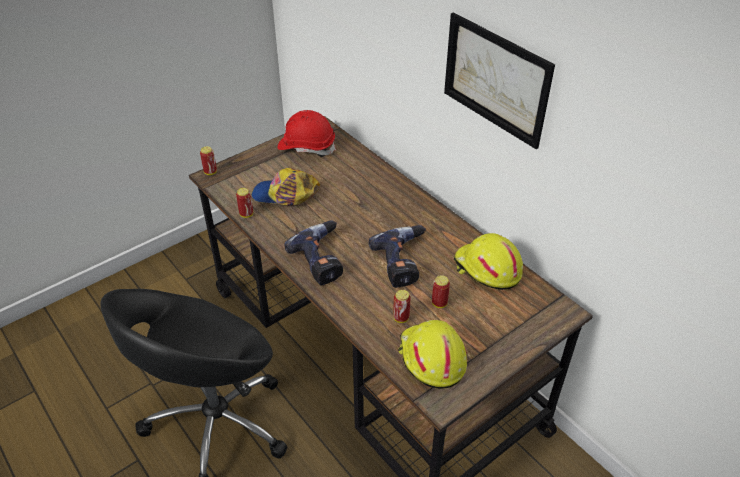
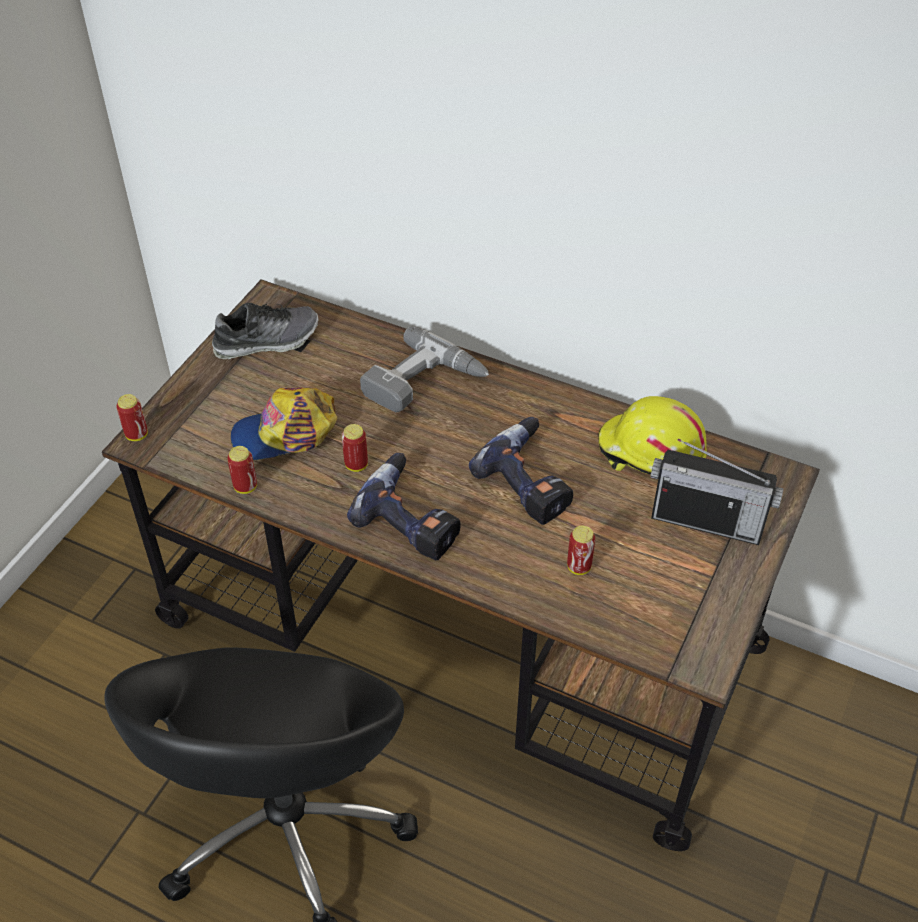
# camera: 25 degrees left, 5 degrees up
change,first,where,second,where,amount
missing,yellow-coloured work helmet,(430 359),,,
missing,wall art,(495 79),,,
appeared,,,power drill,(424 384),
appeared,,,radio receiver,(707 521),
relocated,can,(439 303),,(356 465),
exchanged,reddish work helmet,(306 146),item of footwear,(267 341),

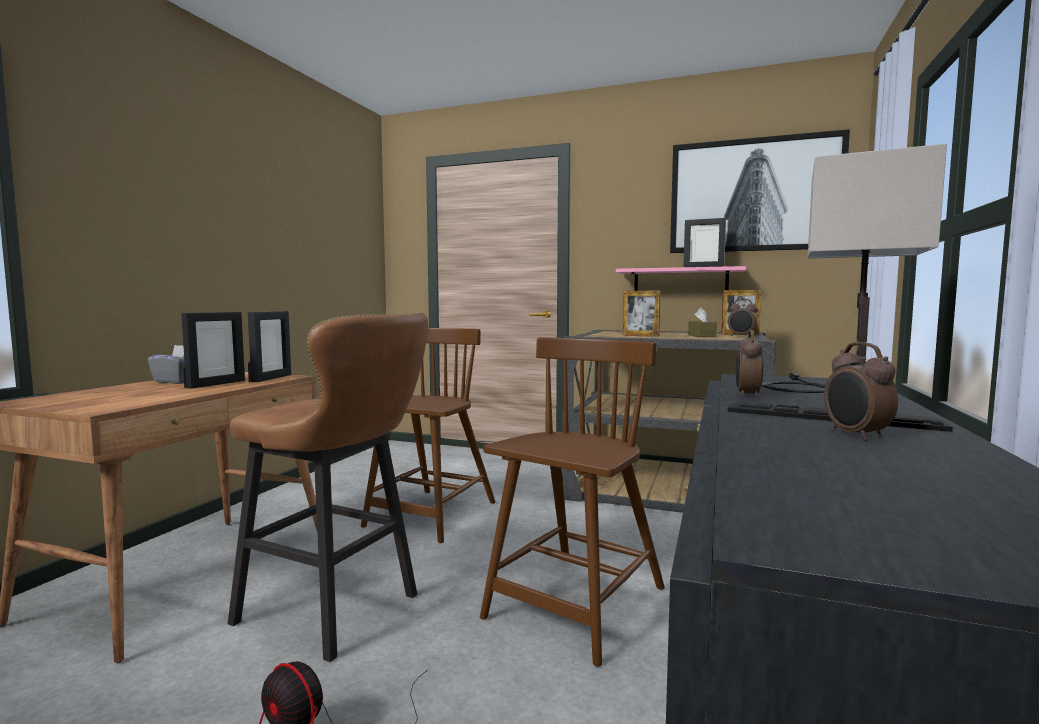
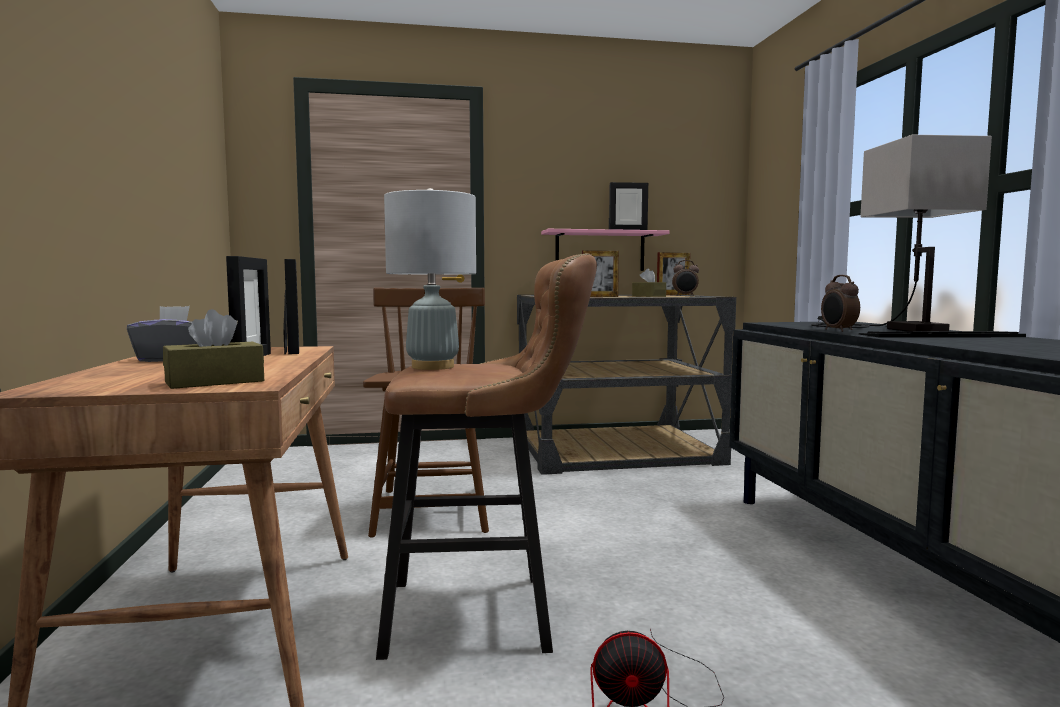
# camera: 30 degrees left, 0 degrees up
change,first,where,second,where,amount
missing,brownish plain chair,(575 605),,,
missing,wall art,(754 195),,,
missing,bedside clock,(855 435),,,
appeared,,,brownish tissue holder,(215 382),
appeared,,,greyish table lamp,(433 367),

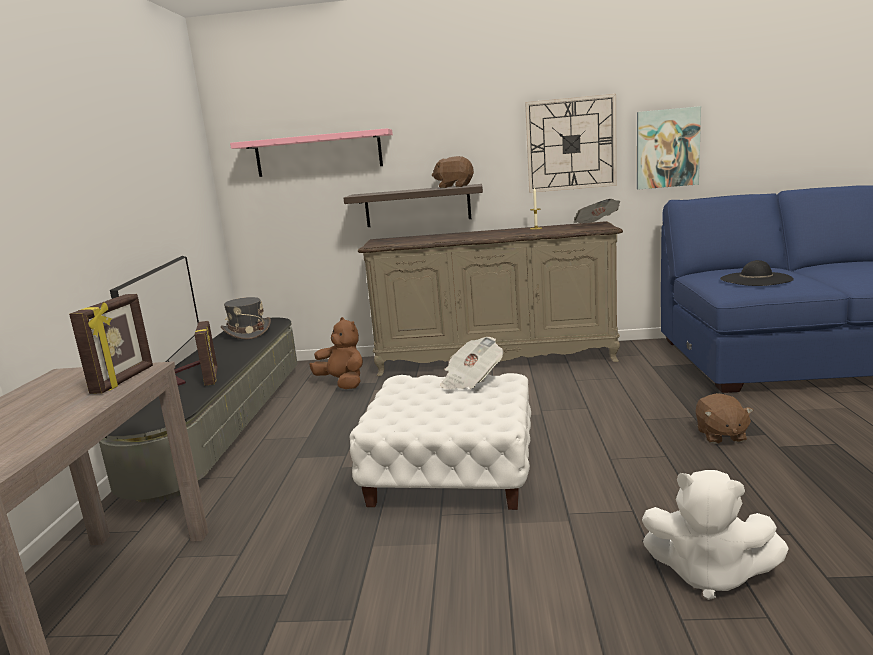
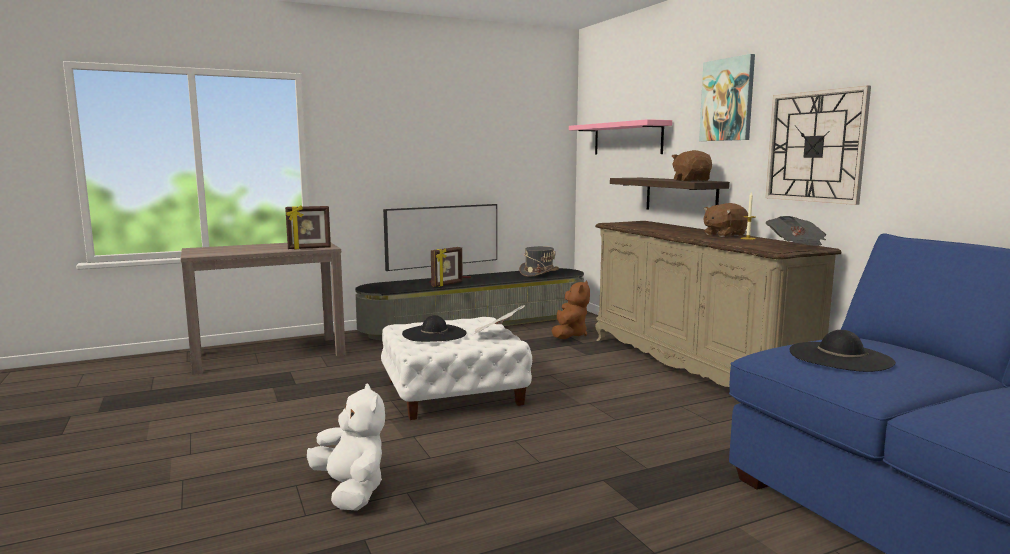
# camera: 60 degrees right, 5 degrees down
change,first,where,second,where,amount
appeared,,,black-coloured hat,(434 333),
relocated,wall art,(667 148),,(727 100),
relocated,brownish soft toy,(720 435),,(724 235),
spun,white soft toy,(708 574),,(351 491),150 degrees clockwise

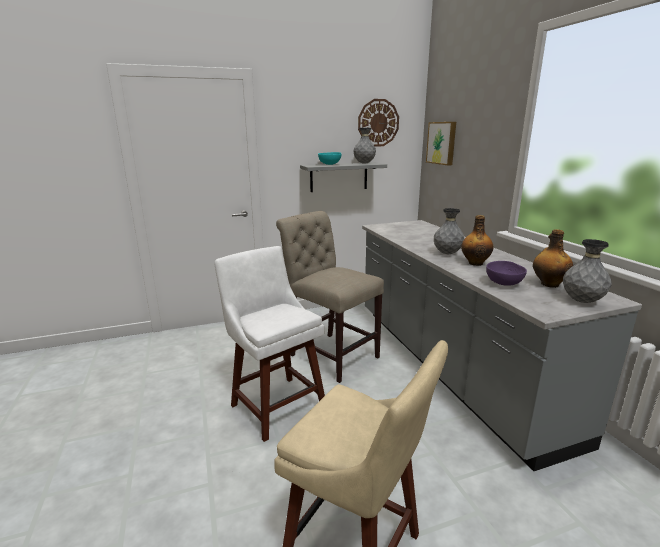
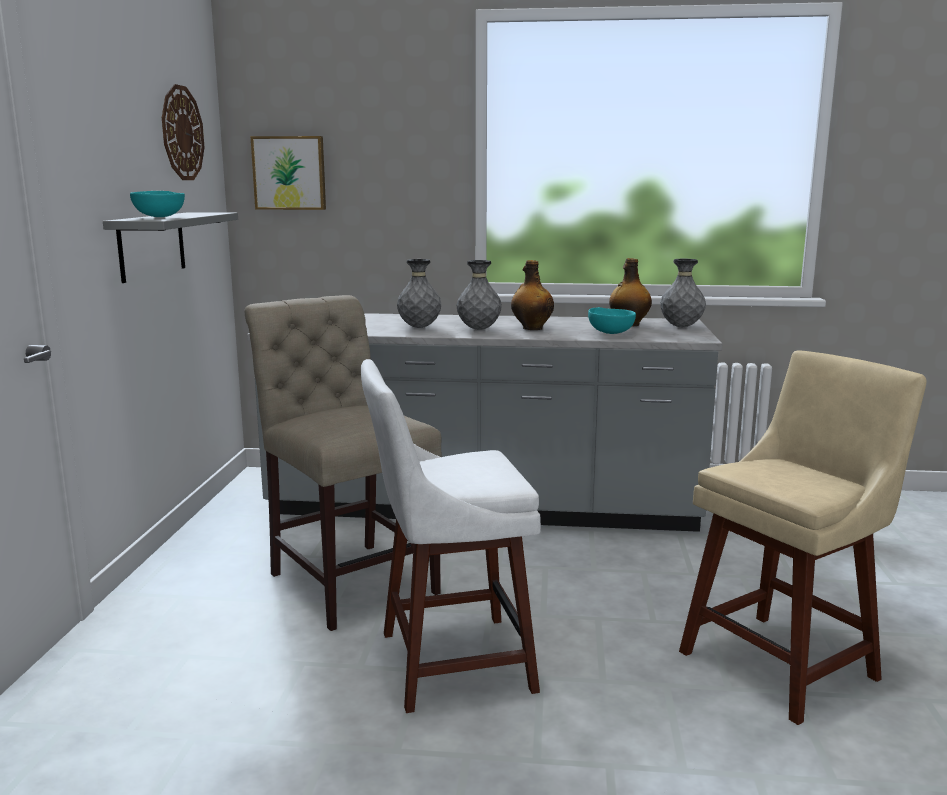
# camera: 65 degrees left, 5 degrees down
change,first,where,second,where,amount
relocated,greyish vase,(364 163),,(419 327),
colour,purplish bowl,(504 283),turquoise bowl,(610 333),
spun,beige-coloured plain chair,(330 354),,(349 579),75 degrees clockwise

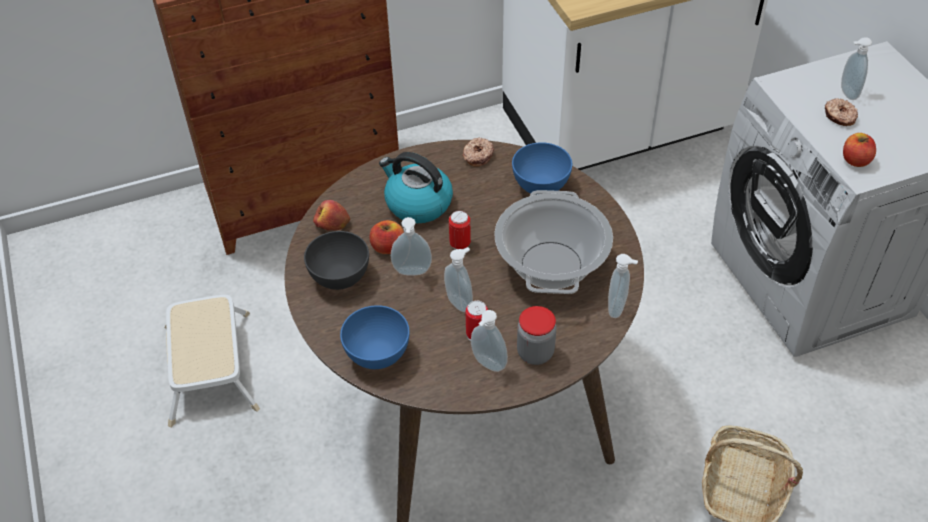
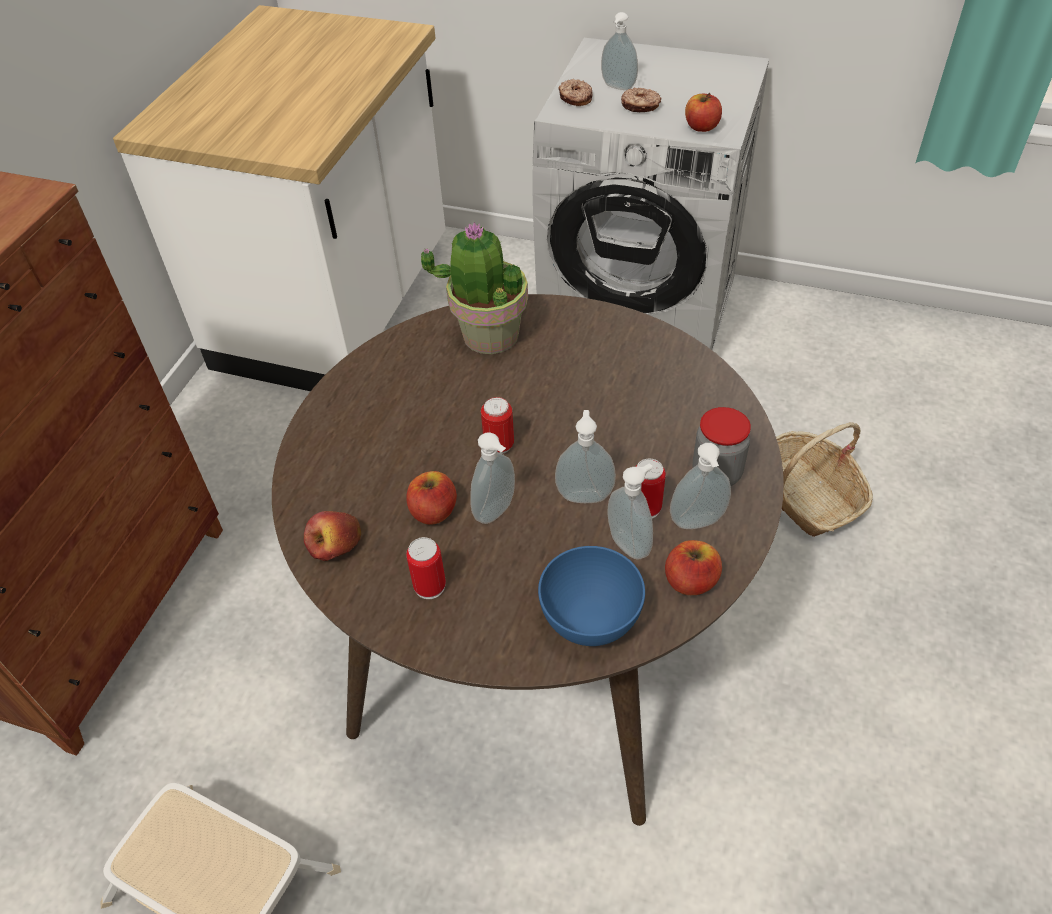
# camera: 50 degrees left, 0 degrees up
change,first,where,second,where,amount
missing,water kettle,(417 203),,,
missing,saucepot,(551 266),,,
appeared,,,apple,(690 581),
relocated,doughnut,(477 156),,(575 98),
relocated,soap bottle,(618 308),,(630 543),
exchanged,greyish bowl,(339 276),can,(429 586),
exchanged,bluish bowl,(541 186),potted plant,(489 334),

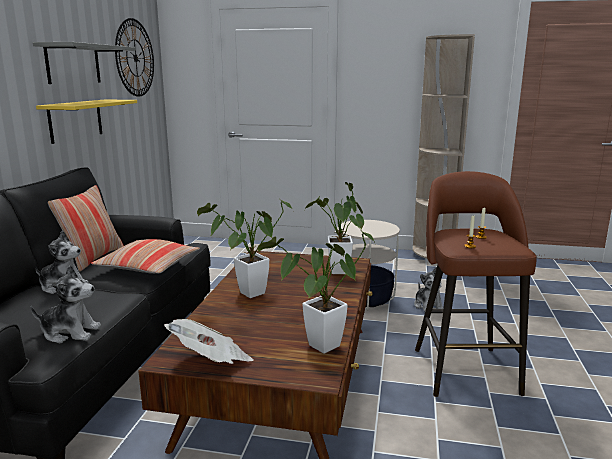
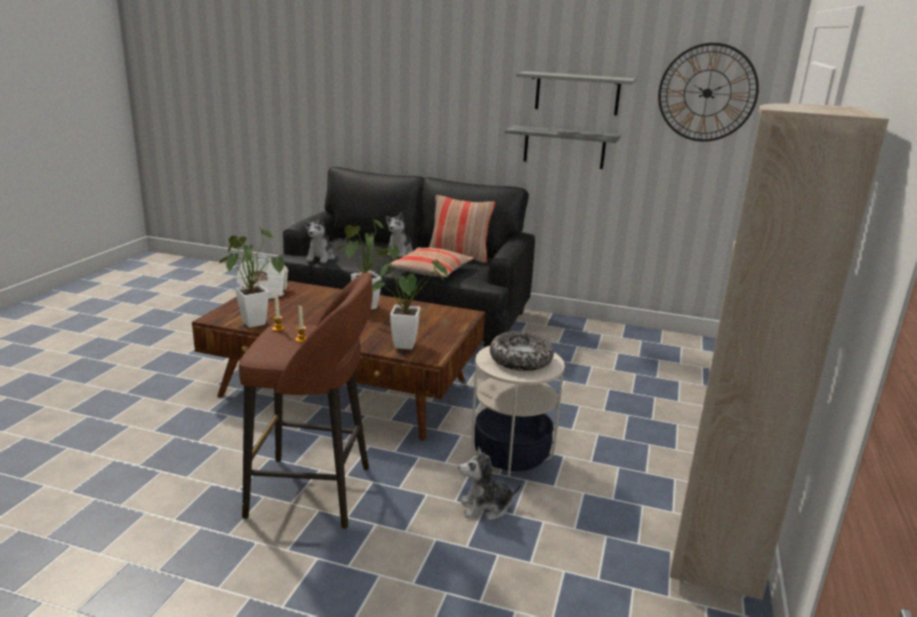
# camera: 95 degrees right, 5 degrees up
change,first,where,second,where,amount
appeared,,,bowl,(520 360),
colour,yellow-coloured shelf,(75 120),greyish shelf,(564 147),

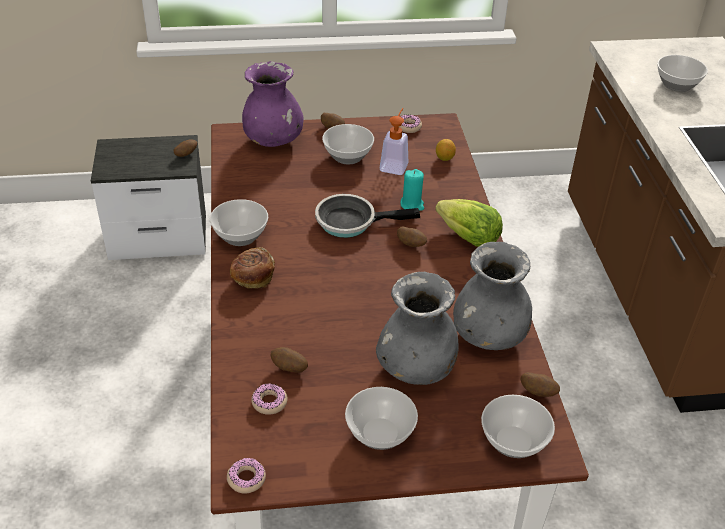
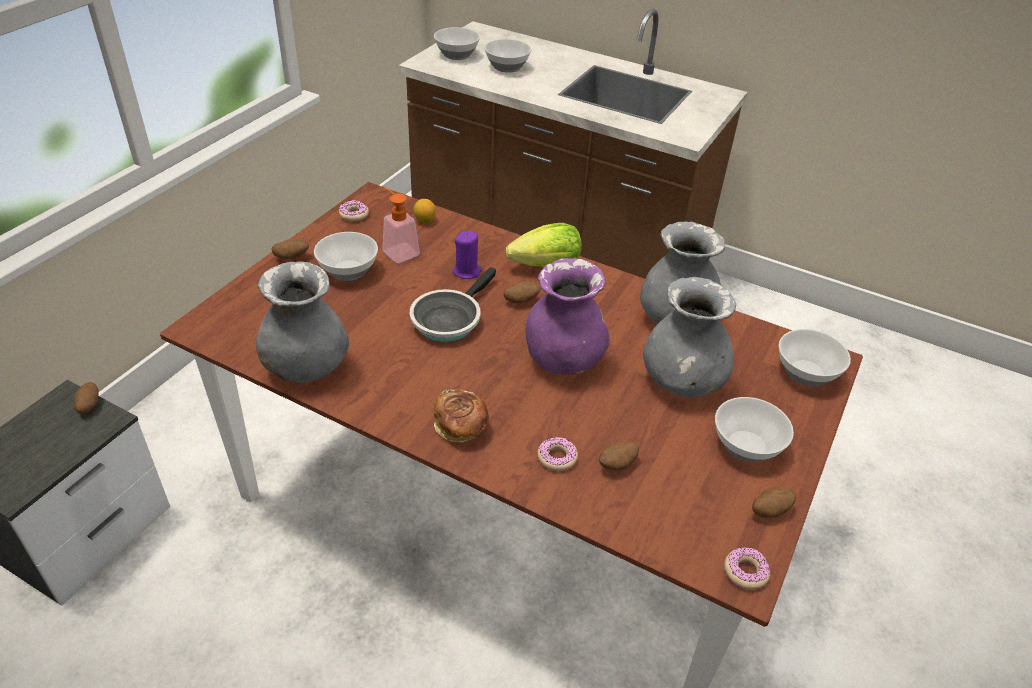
# camera: 55 degrees left, 0 degrees up
change,first,where,second,where,amount
appeared,,,greyish vase,(306 367),
relocated,bowl,(240 235),,(456 54),
relocated,purplish vase,(273 140),,(563 360),
relocated,doughnut,(269 402),,(557 457),
relocated,potato,(538 392),,(769 511),
colour,turquoise wax light,(412 205),purplish wax light,(467 271),

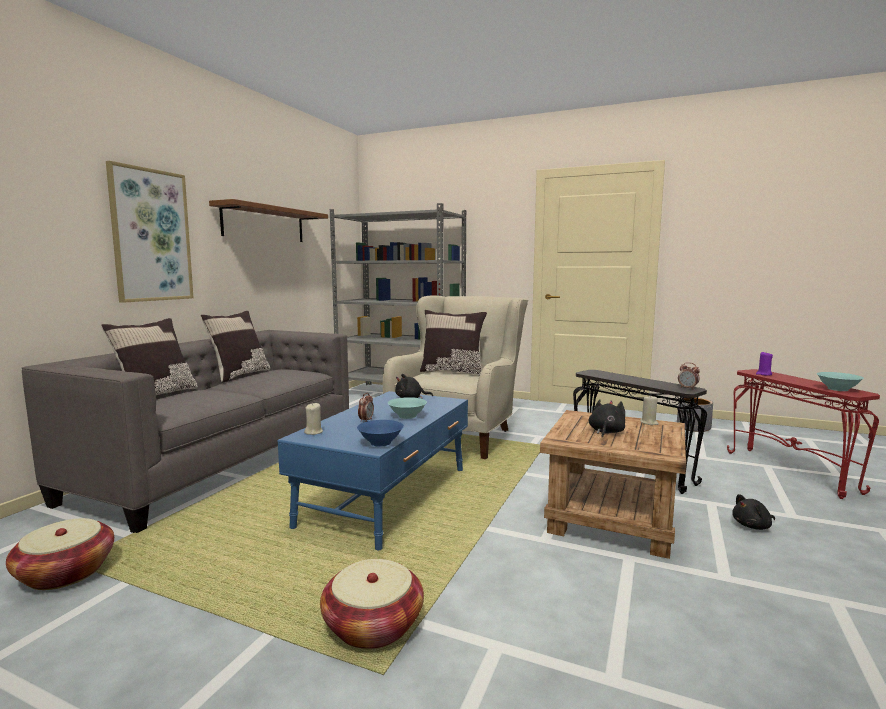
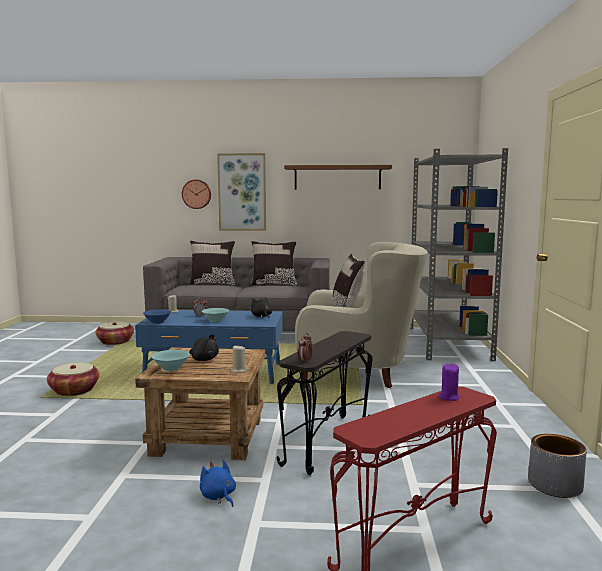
# camera: 70 degrees right, 0 degrees up
change,first,where,second,where,amount
appeared,,,clock on the wall,(196 194),
relocated,turquoise bowl,(837 389),,(171 368),
colour,black-coloured soft toy,(753 526),bluish soft toy,(218 496),

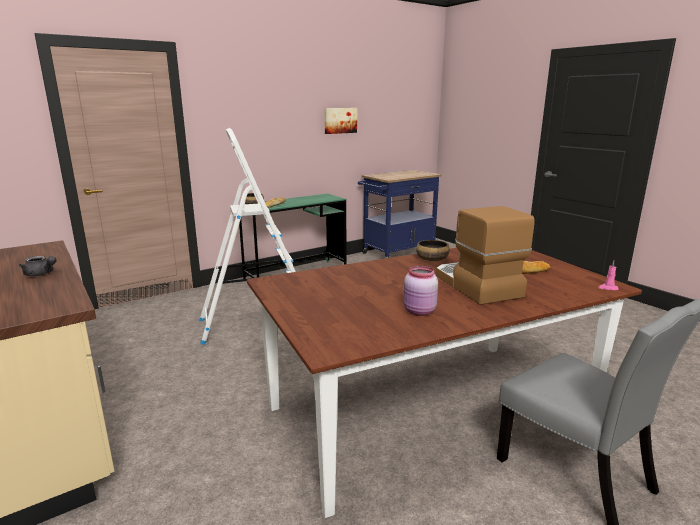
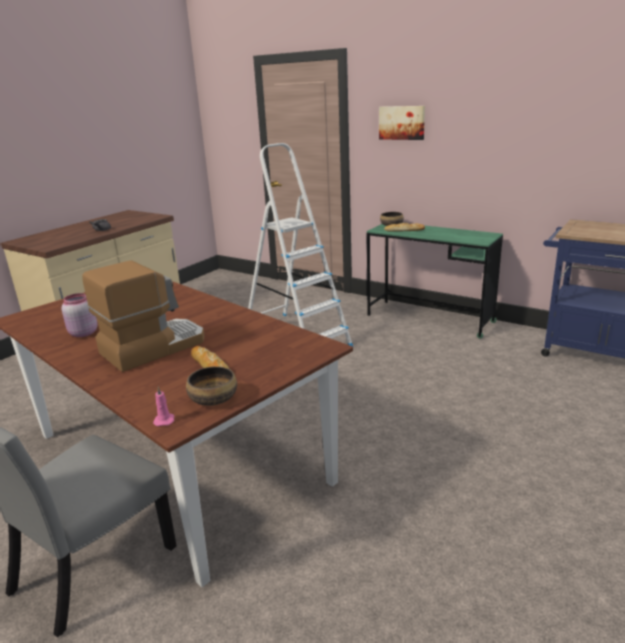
# camera: 70 degrees right, 5 degrees up
change,first,where,second,where,amount
relocated,wall art,(340 120),,(402 122),
relocated,bowl,(431 259),,(213 398),

